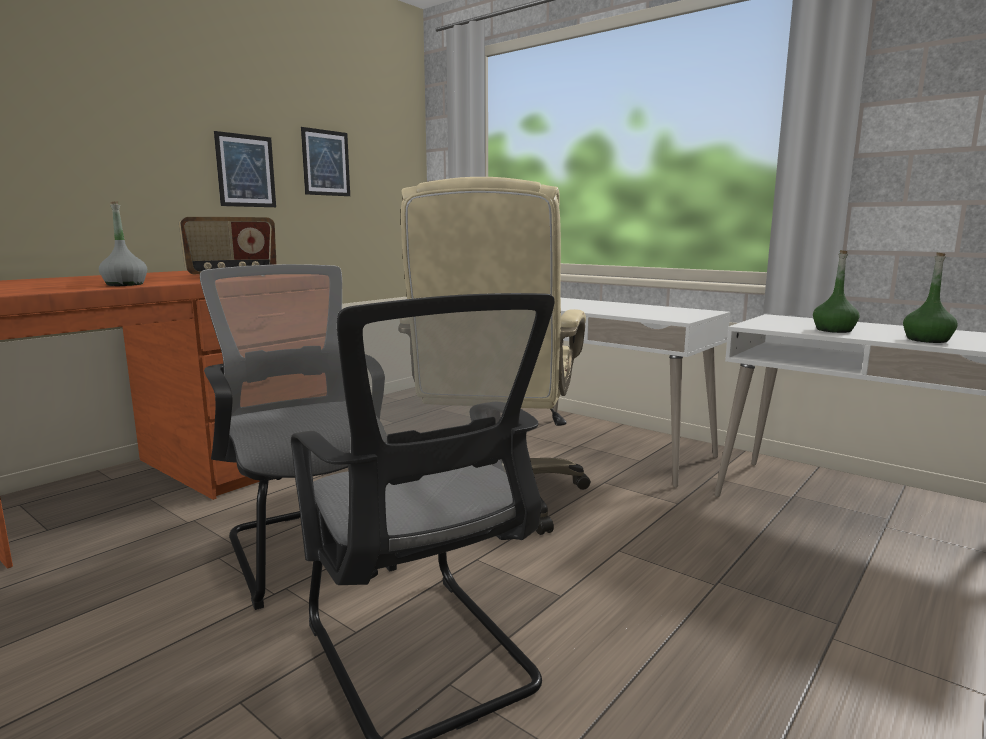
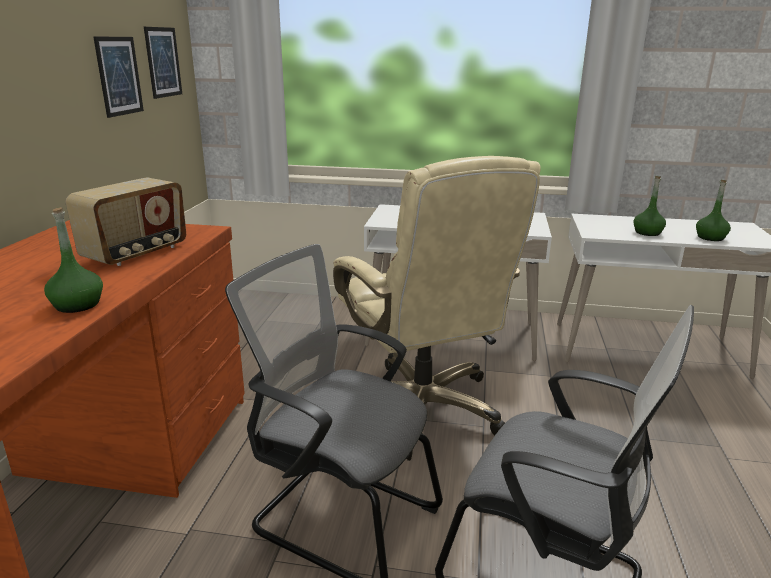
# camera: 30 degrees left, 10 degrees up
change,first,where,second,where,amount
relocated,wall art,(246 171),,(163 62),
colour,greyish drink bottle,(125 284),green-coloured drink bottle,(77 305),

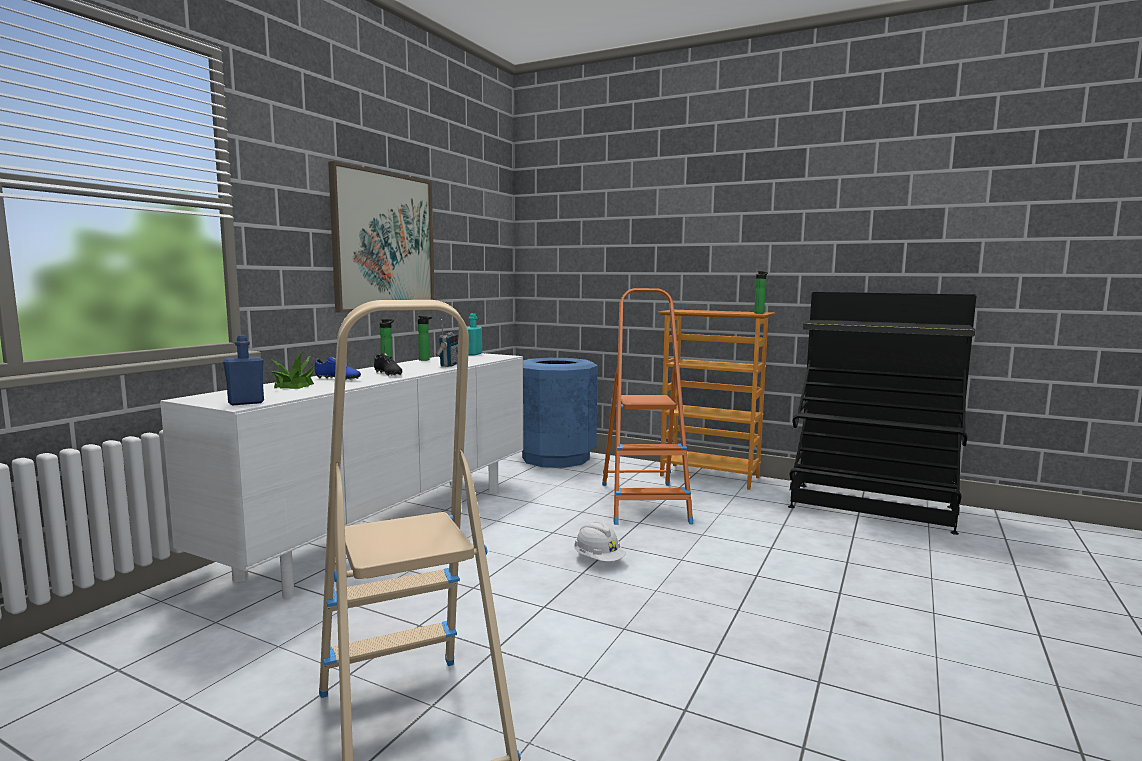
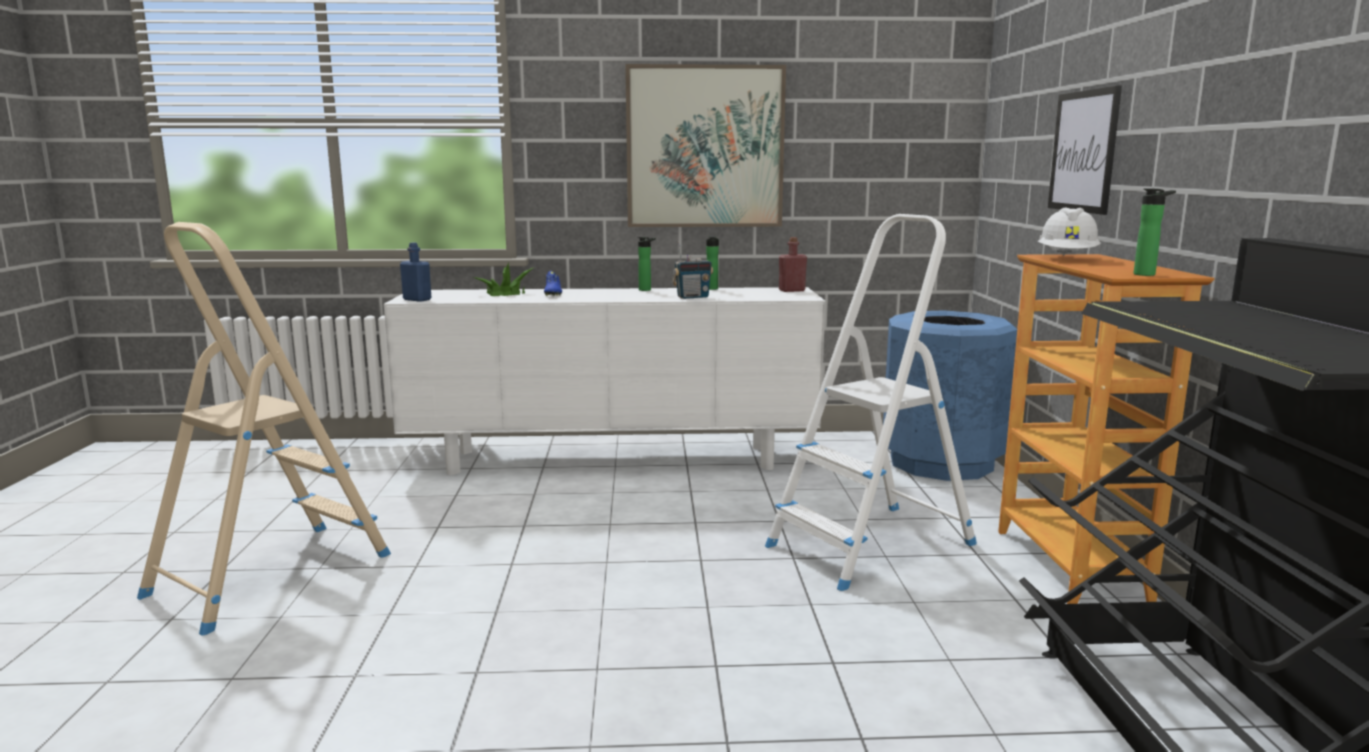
# camera: 60 degrees right, 5 degrees up
change,first,where,second,where,amount
missing,black-coloured item of footwear,(388 374),,,
appeared,,,wall art,(1083 151),
relocated,white work helmet,(598 560),,(1067 259),
colour,turquoise drink bottle,(473 354),reddish drink bottle,(792 290),
colour,orange stepladder,(644 502),white stepladder,(869 545),

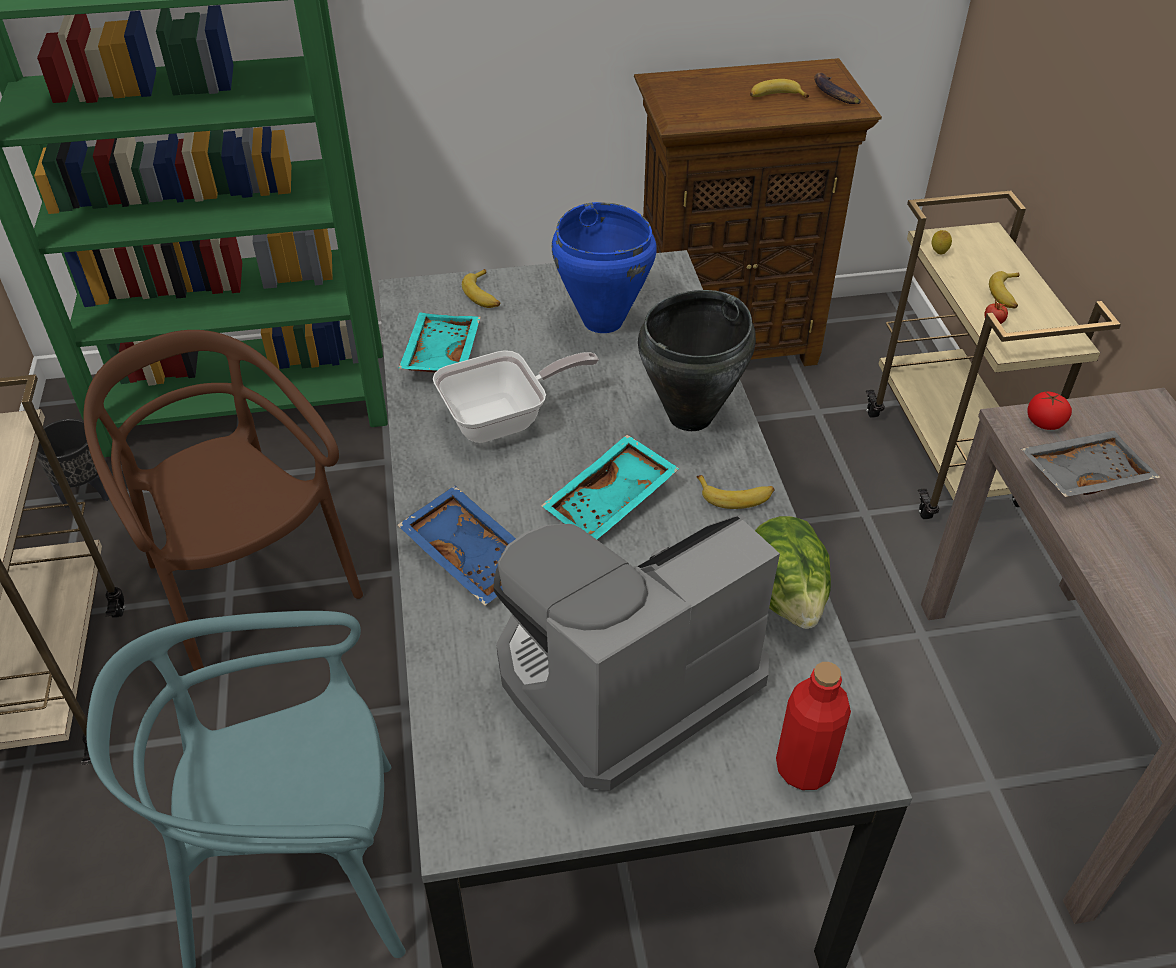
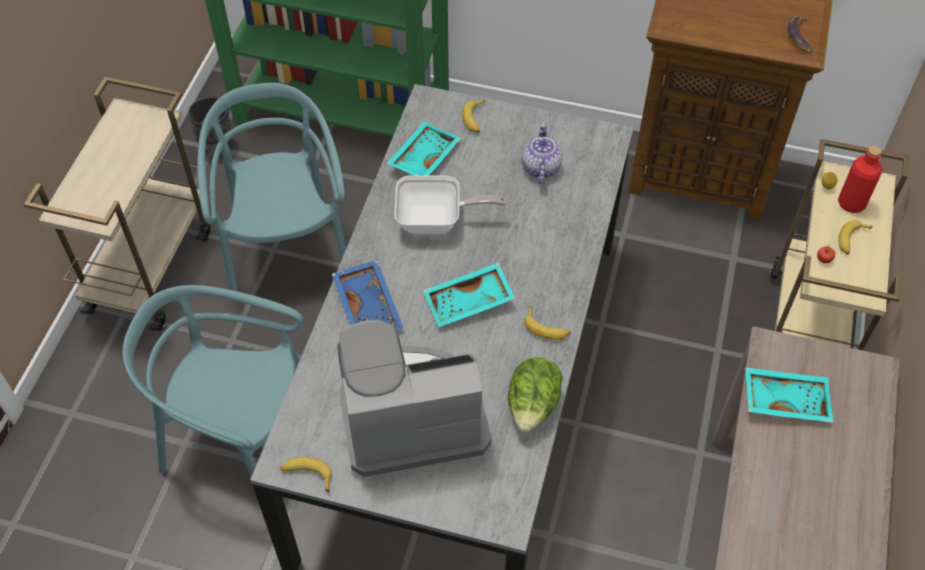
# camera: 25 degrees right, 10 degrees up
change,first,where,second,where,amount
missing,black-coloured saucepot,(691 417),,,
missing,fresh tomato,(1044 423),,,
relocated,banana fruit,(775 97),,(307 475),
relocated,reddish drink bottle,(804 768),,(851 203),
exchanged,bluish saucepot,(602 322),pot for tea,(540 167),
colour,brownish plain chair,(249 587),turquoise plain chair,(286 250),
colour,greyish tray,(1082 474),turquoise tray,(785 399),

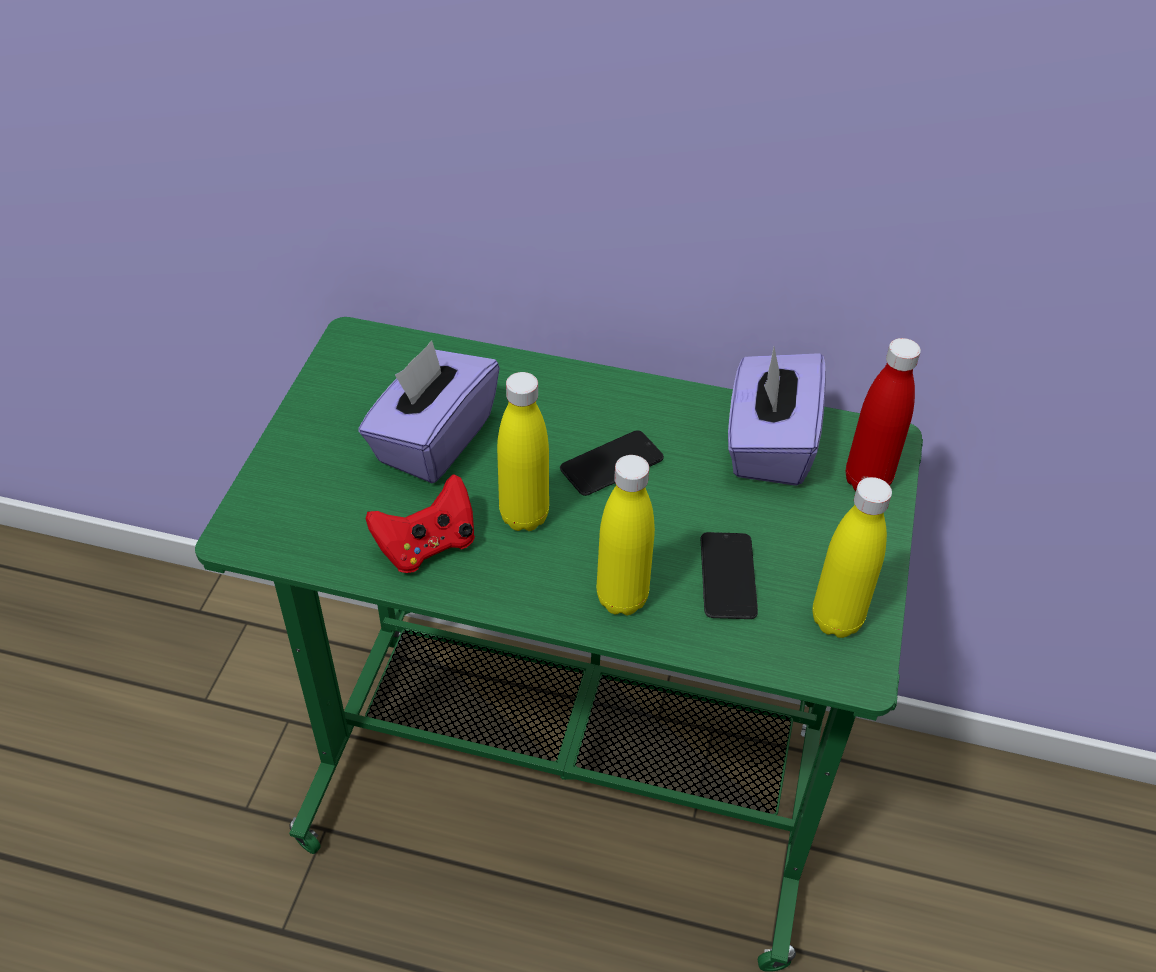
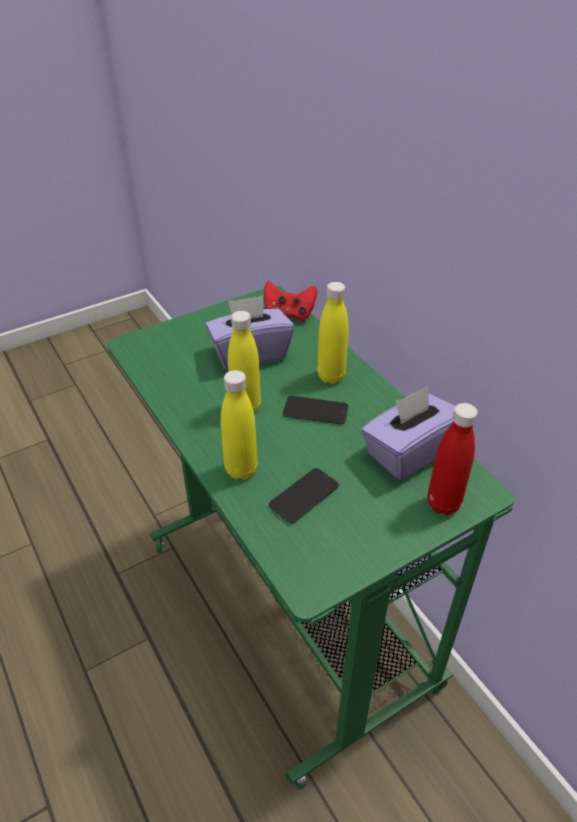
# camera: 45 degrees right, 5 degrees down
change,first,where,second,where,amount
relocated,reddish joypad,(427 545),,(289 314),
relocated,yellow-coloured drink bottle,(836 620),,(331 376),

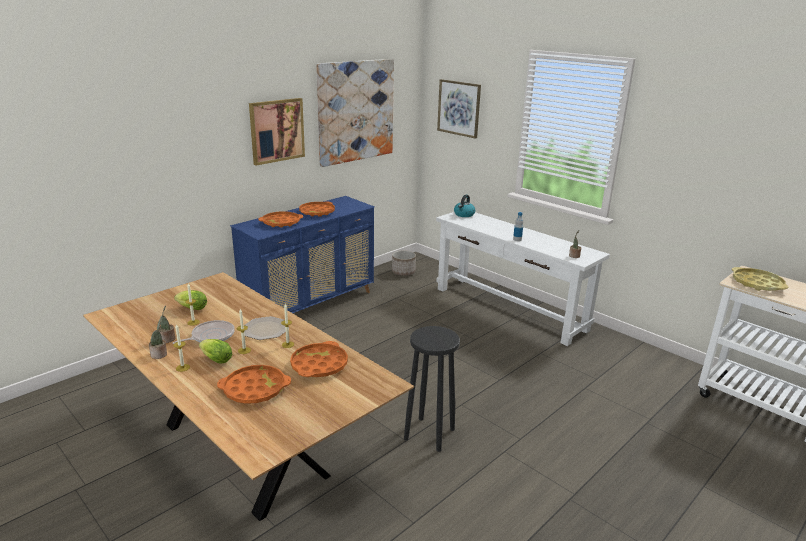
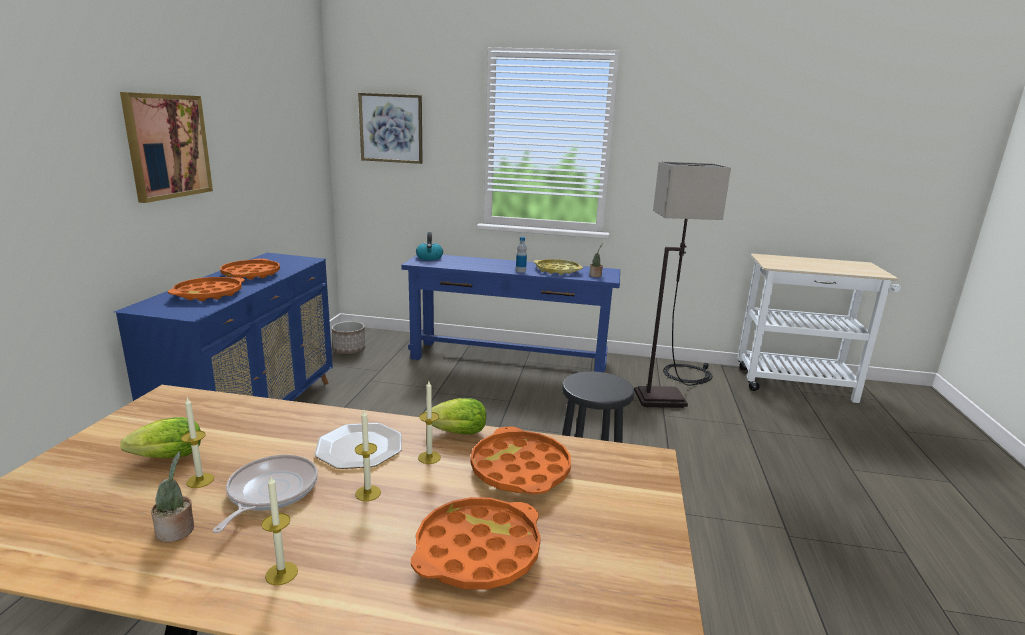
# camera: 35 degrees left, 5 degrees down
change,first,where,second,where,amount
missing,potted plant,(160 355),,,
missing,wall art,(356 111),,,
appeared,,,standard lamp,(676 385),
relocated,lettuce,(215 359),,(454 433),
relocated,yellow-coloured tray,(757 284),,(557 270),
colour,white narrow table,(509 309),bluish narrow table,(508 360),

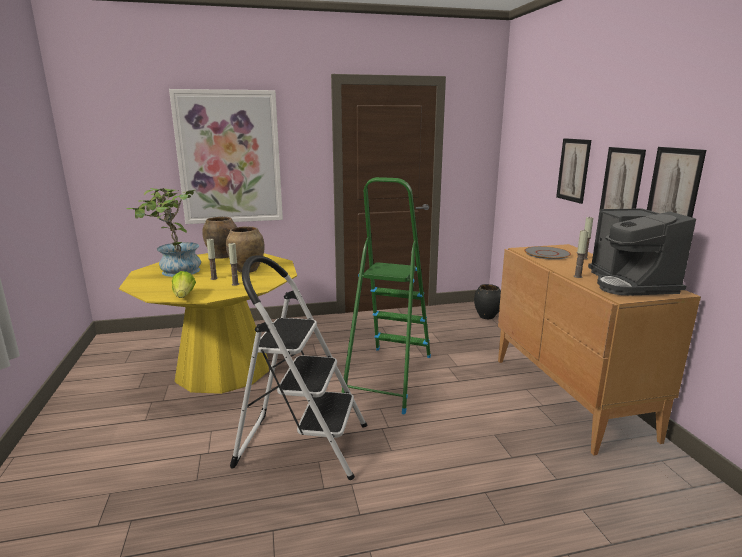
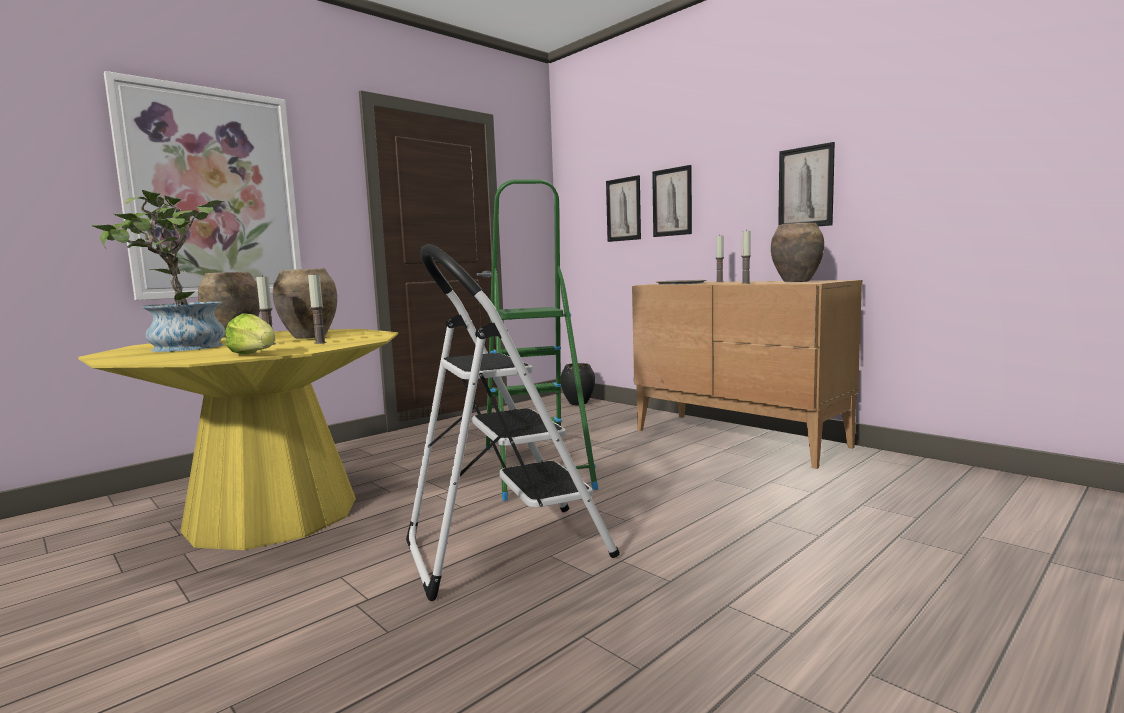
# camera: 30 degrees left, 10 degrees down
change,first,where,second,where,amount
relocated,wall art,(621 183),,(623 209),
exchanged,coffee maker,(630 284),brownish vase,(797 281),

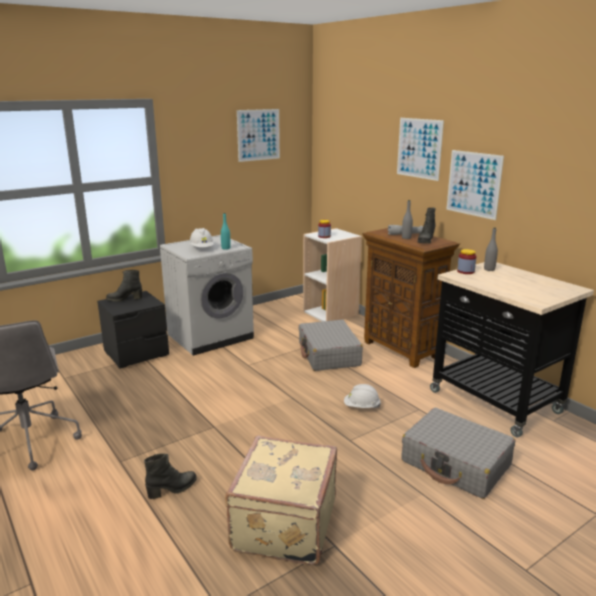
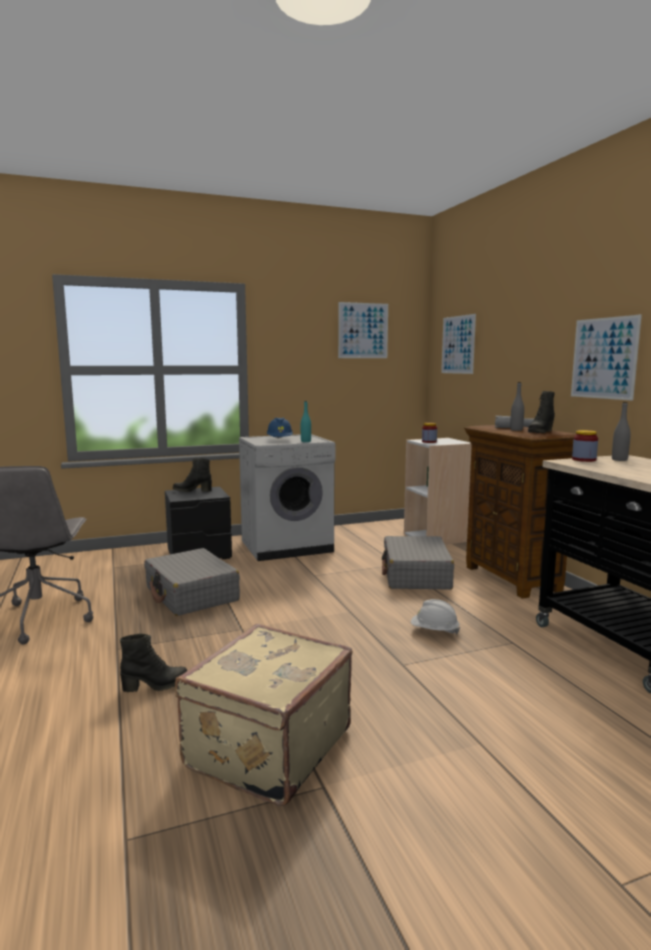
# camera: 15 degrees right, 10 degrees down
change,first,where,second,where,amount
relocated,wall art,(419 148),,(458 344),
relocated,greyish suitcase,(456 464),,(191 594),
colour,white work helmet,(202 248),bluish work helmet,(280 440),

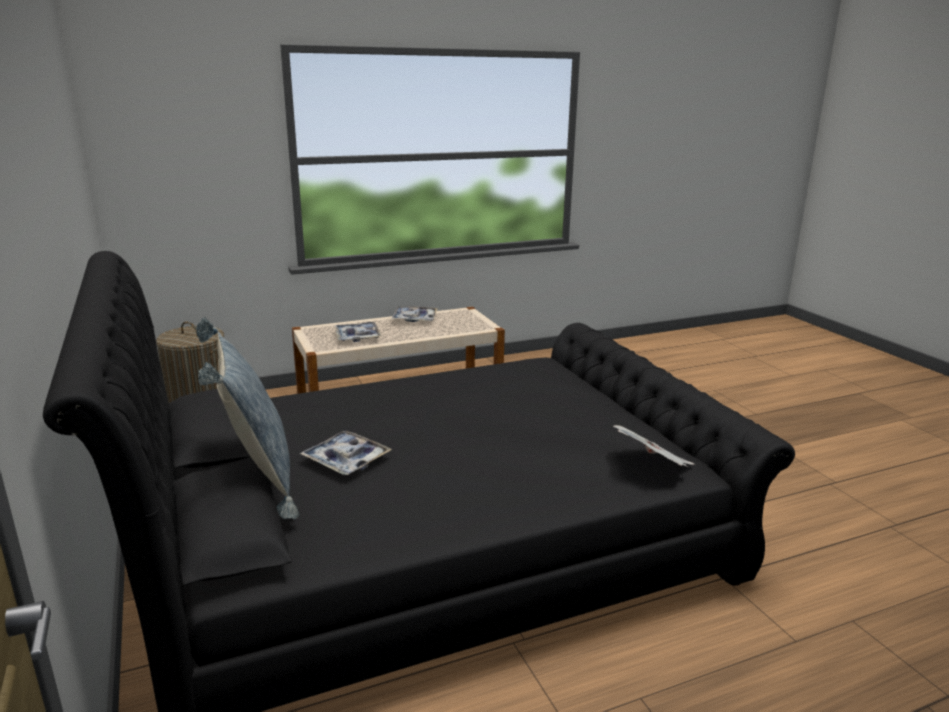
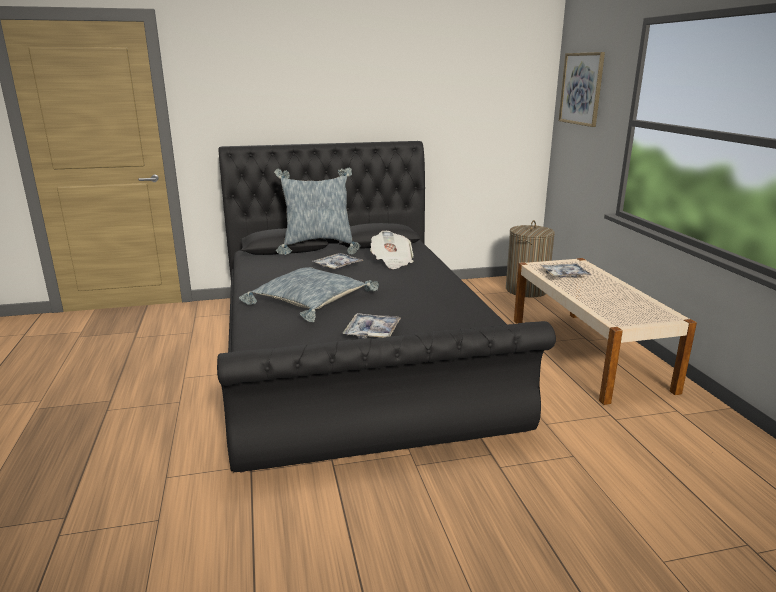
# camera: 100 degrees right, 0 degrees up
change,first,where,second,where,amount
appeared,,,pillow,(310 298),
appeared,,,wall art,(581 89),
relocated,tray,(414 319),,(372 332),
relocated,printed paper,(652 466),,(392 261),

